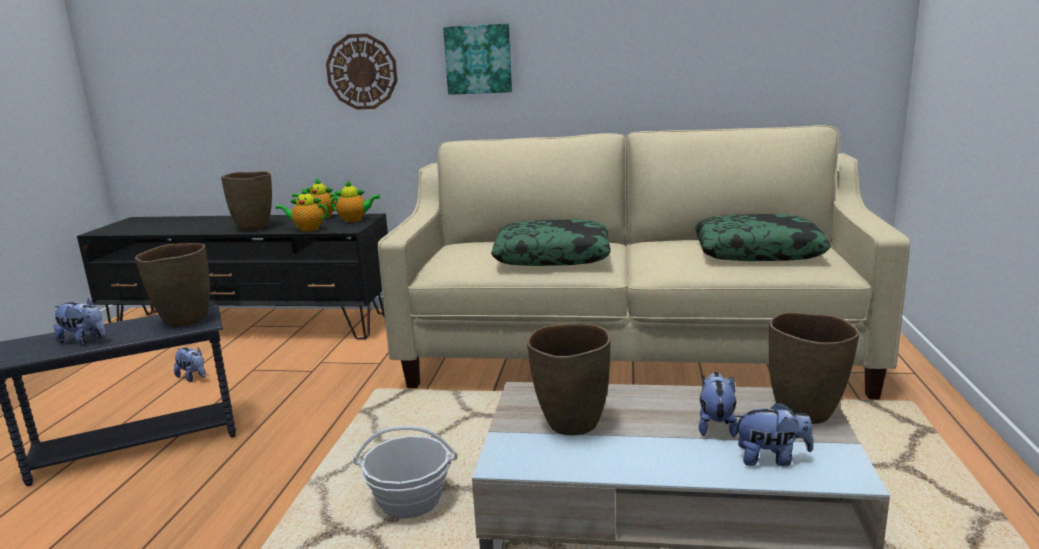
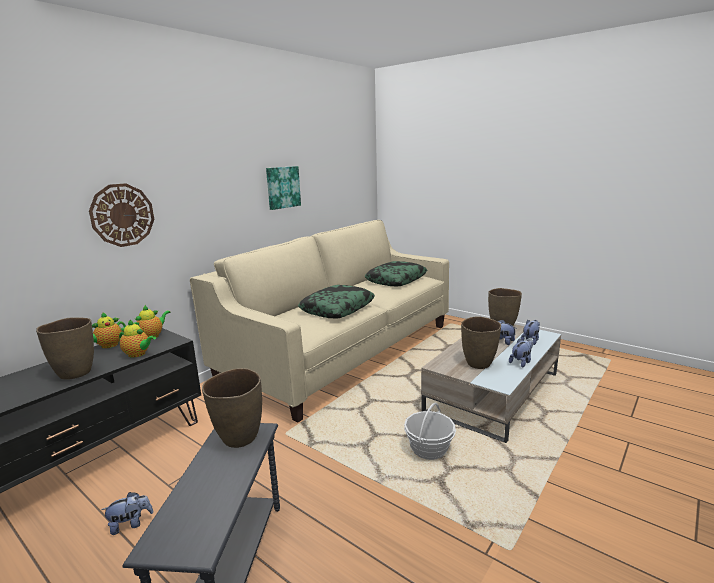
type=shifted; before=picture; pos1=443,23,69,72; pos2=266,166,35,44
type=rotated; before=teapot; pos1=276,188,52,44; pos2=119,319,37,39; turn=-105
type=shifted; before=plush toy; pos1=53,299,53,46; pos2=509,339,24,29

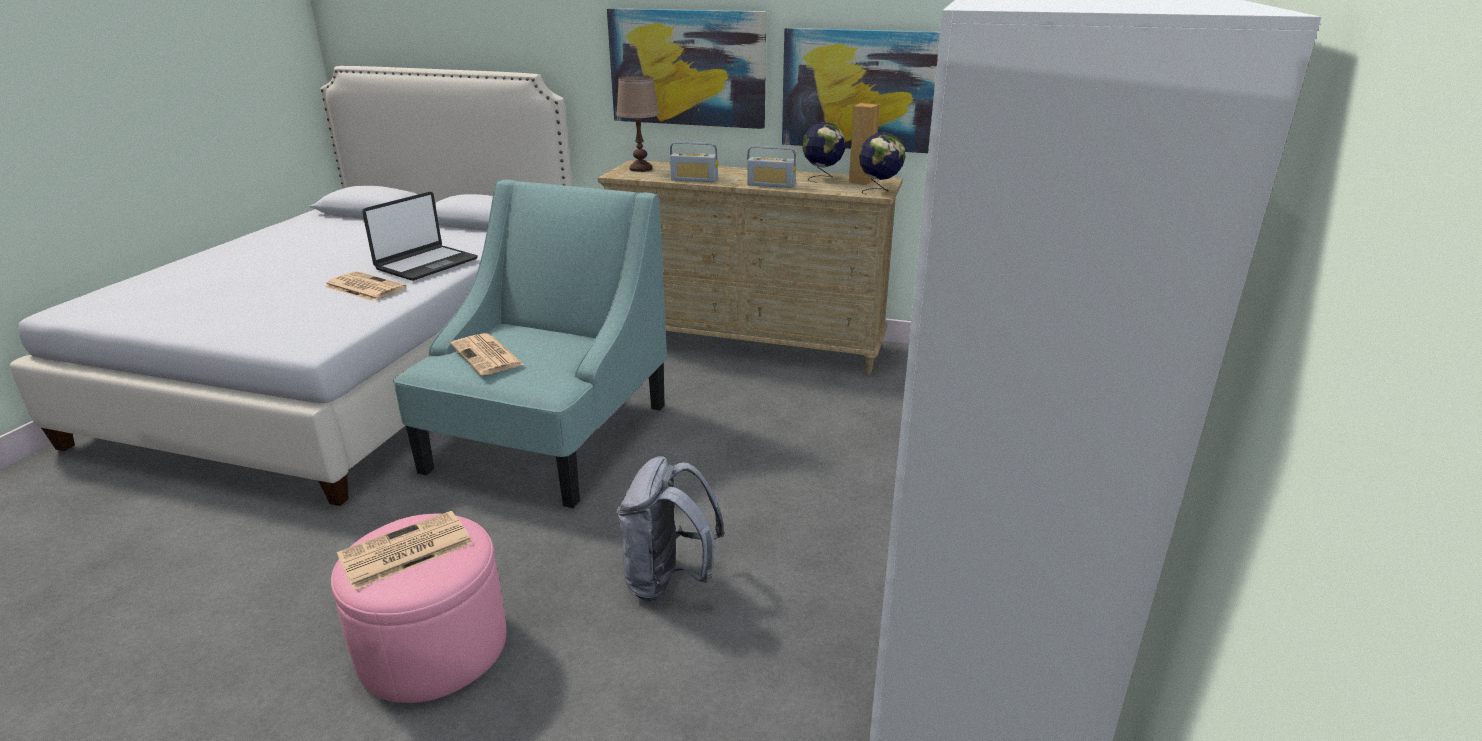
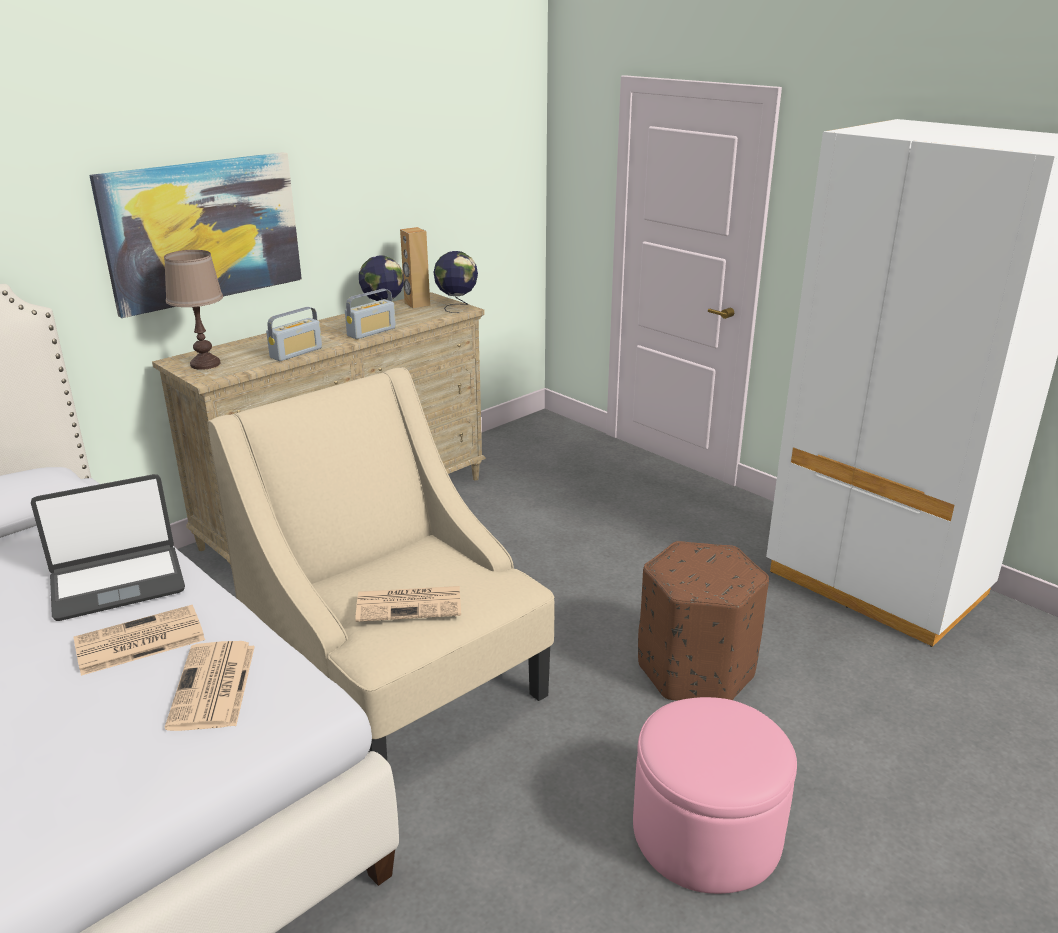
type=gone; before=picture; pos1=782,28,158,125
type=repainted; before=armchair/turquoise; after=armchair/beige; pos1=393,180,274,328; pos2=208,367,347,393
type=rotated; before=laptop; pos1=362,192,116,89; pos2=31,474,154,147; turn=90
type=swapped; before=backpack/grey; after=ottoman/brown; pos1=617,456,108,145; pos2=638,541,131,160
type=shifted; before=newspaper; pos1=337,511,136,79; pos2=165,641,90,90

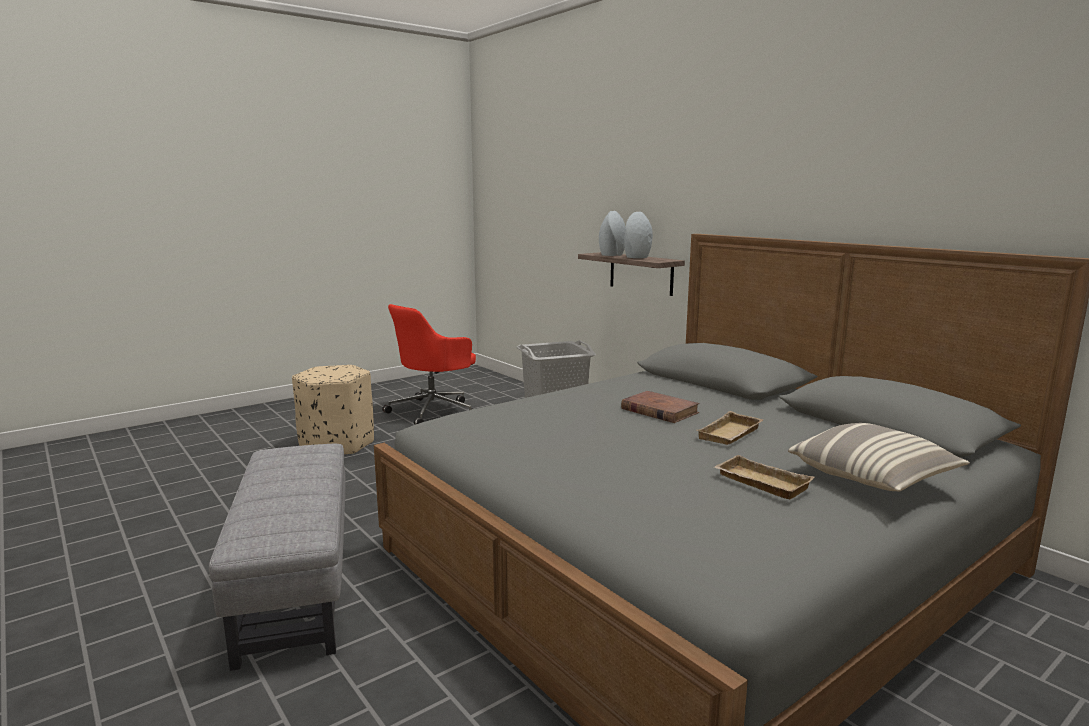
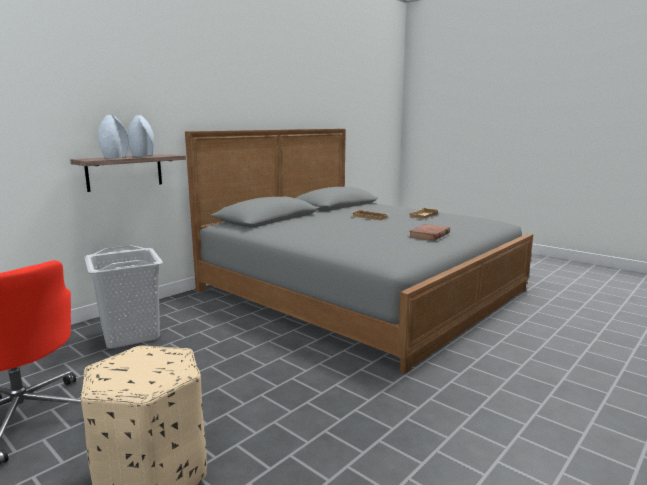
type=shifted; before=book/brown; pos1=621,391,79,32; pos2=408,224,42,17
type=gone; before=pillow; pos1=788,423,182,69
type=gone; before=ottoman/grey; pos1=209,443,137,228

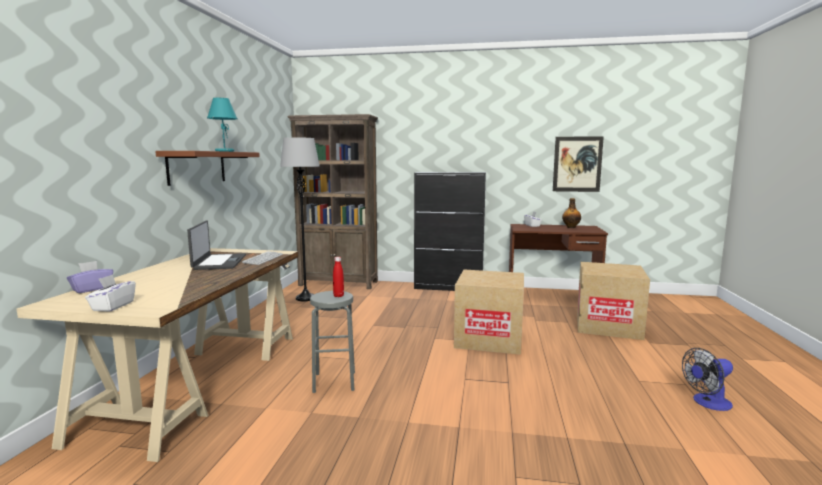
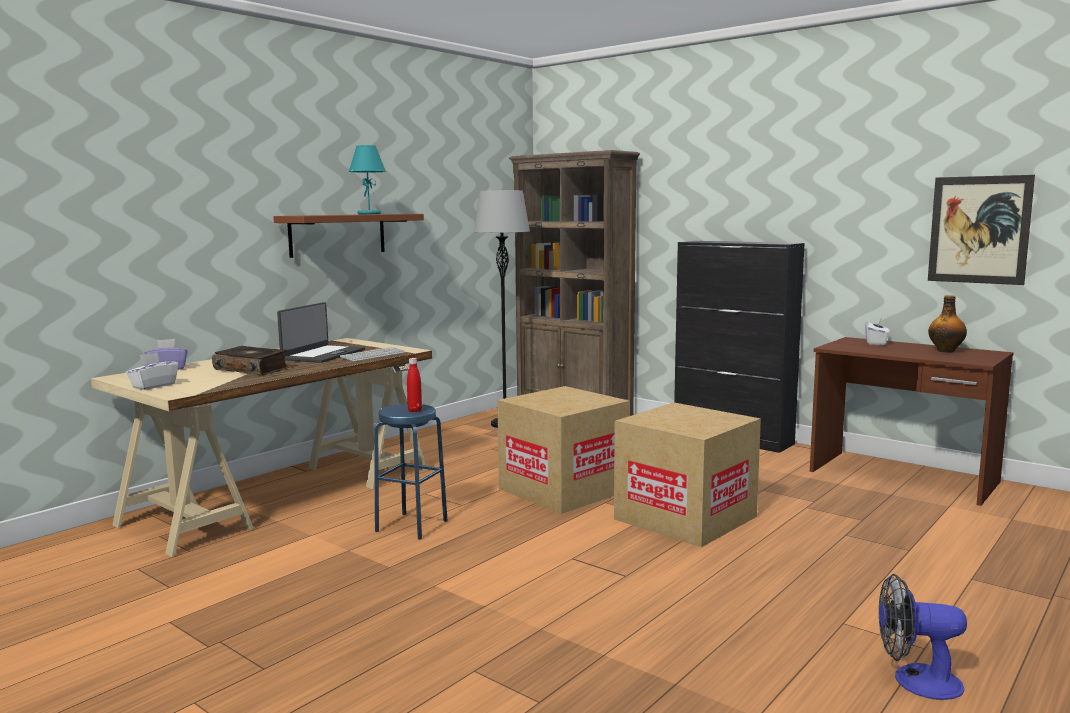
type=shifted; before=cardboard box; pos1=577,262,73,78; pos2=497,386,133,128
type=repainted; before=stool/grey; after=stool/blue; pos1=310,291,45,102; pos2=374,404,74,136
type=new; after=book; pos2=212,346,77,30

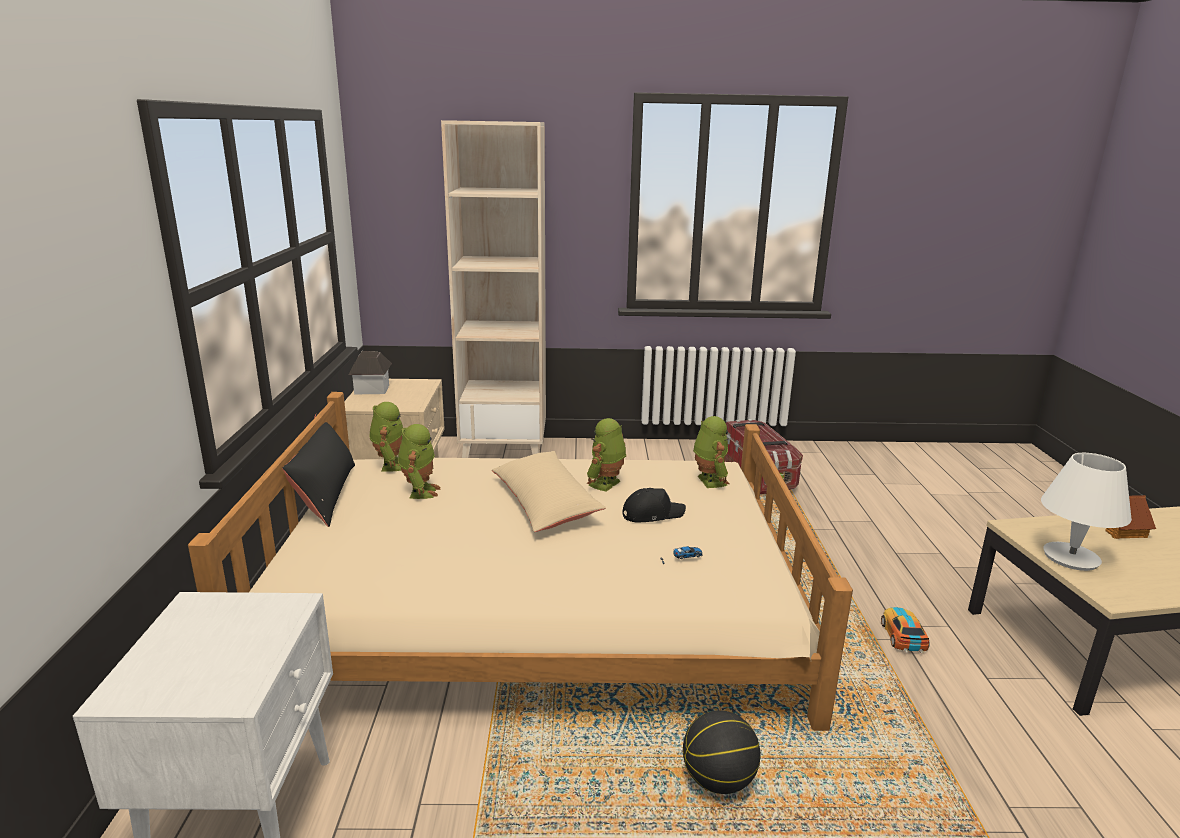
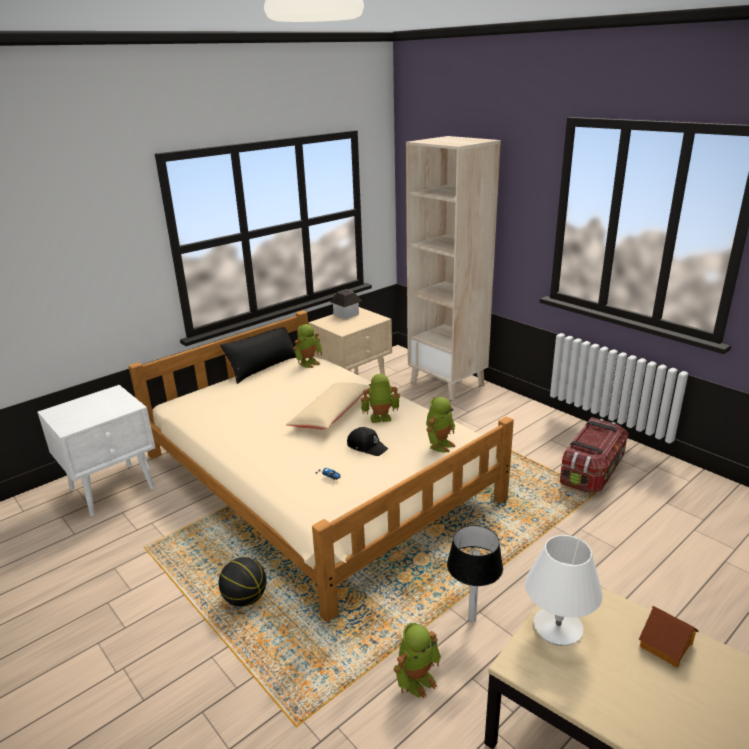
type=shifted; before=toy robot; pos1=398,424,43,75; pos2=394,623,47,75
type=swapped; before=toy car; after=table lamp; pos1=881,607,49,46; pos2=447,525,56,97

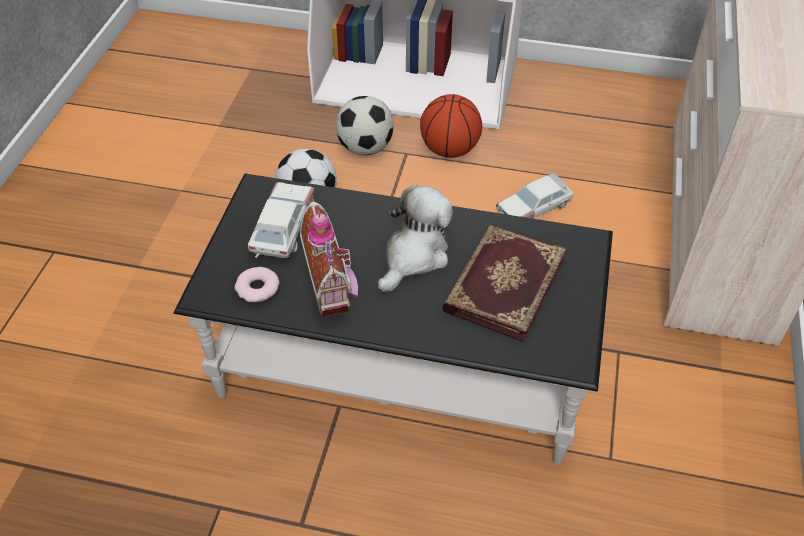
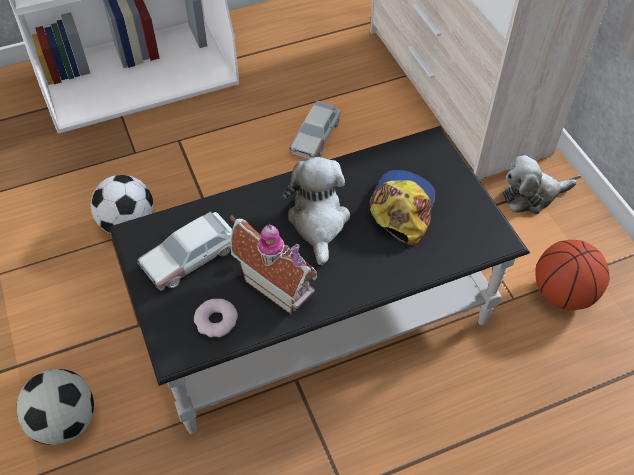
type=shifted; before=basketball; pos1=420,94,62,64; pos2=535,240,75,70
type=shifted; before=football; pos1=336,96,58,59; pos2=17,369,77,76
type=rotated; before=toy car; pos1=248,182,67,76; pos2=137,211,95,79; turn=-105
type=swapped; before=book; after=cap; pos1=442,224,125,118; pos2=369,170,67,75
type=new; after=plush toy; pos2=503,155,74,59

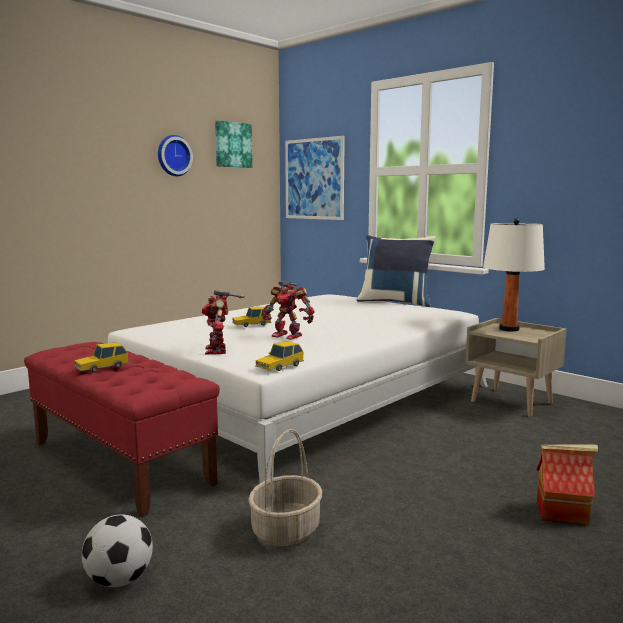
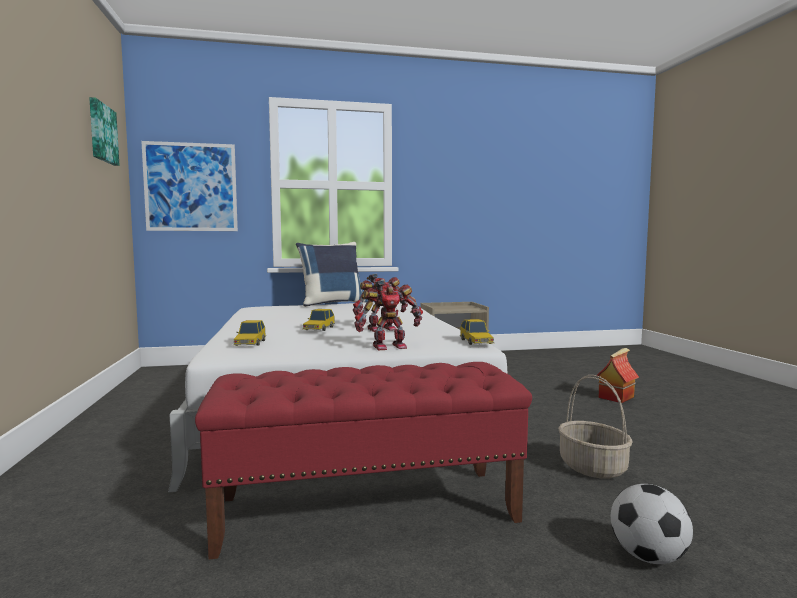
type=gone; before=wall clock; pos1=158,135,35,41
type=gone; before=table lamp/white; pos1=483,218,62,114
type=rotated; before=toy robot; pos1=202,290,42,64; pos2=355,280,68,70; turn=-45
type=shifted; before=toy car; pos1=74,342,55,30; pos2=233,320,33,26

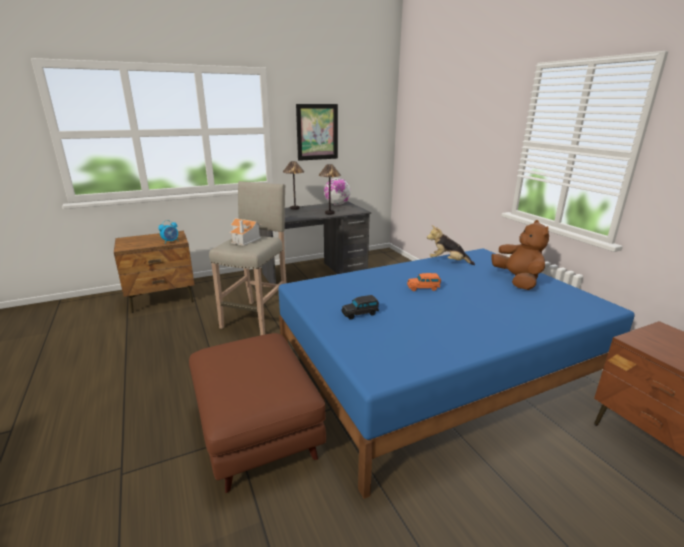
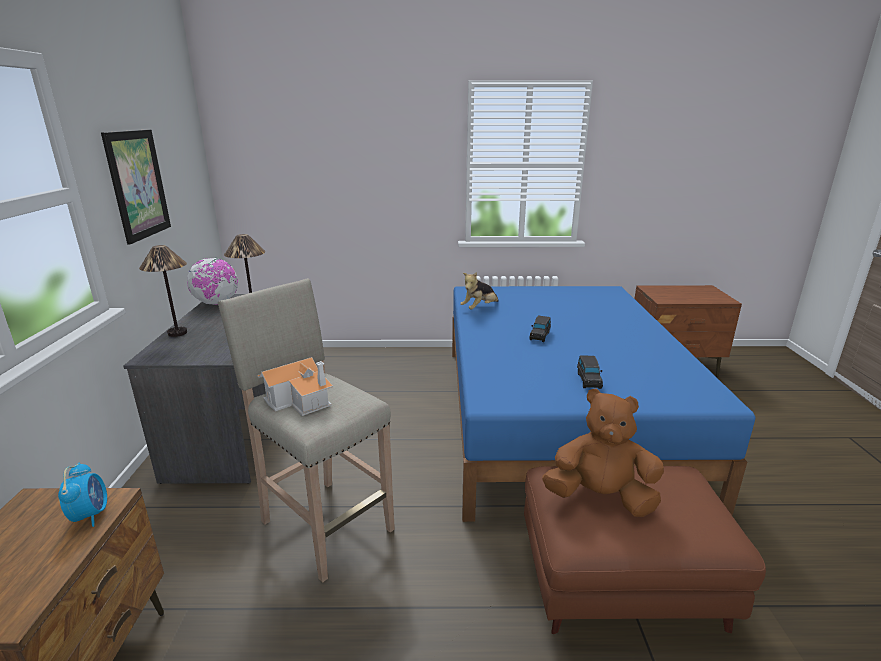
type=shifted; before=plush toy/brown; pos1=491,220,58,70; pos2=542,388,122,129
type=repainted; before=toy car/orange; after=toy car/black; pos1=407,273,34,18; pos2=529,316,22,26

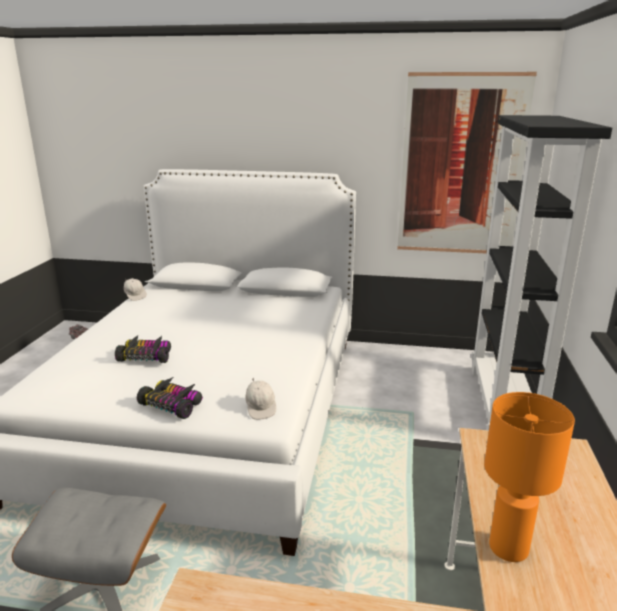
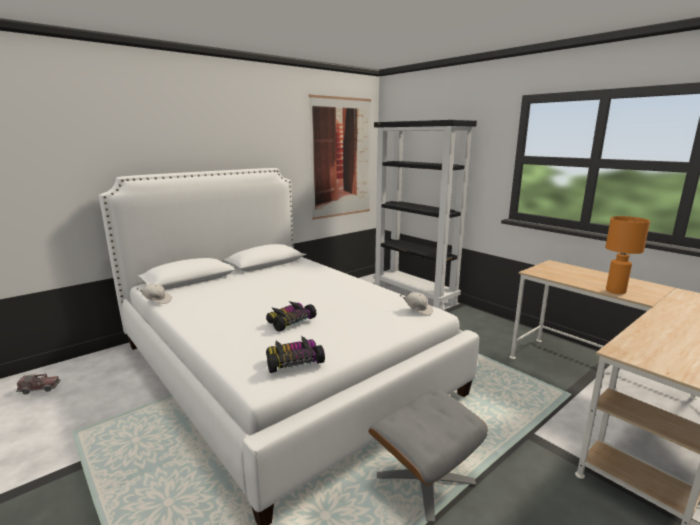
type=shifted; before=toy car; pos1=137,377,66,42; pos2=266,336,59,37

